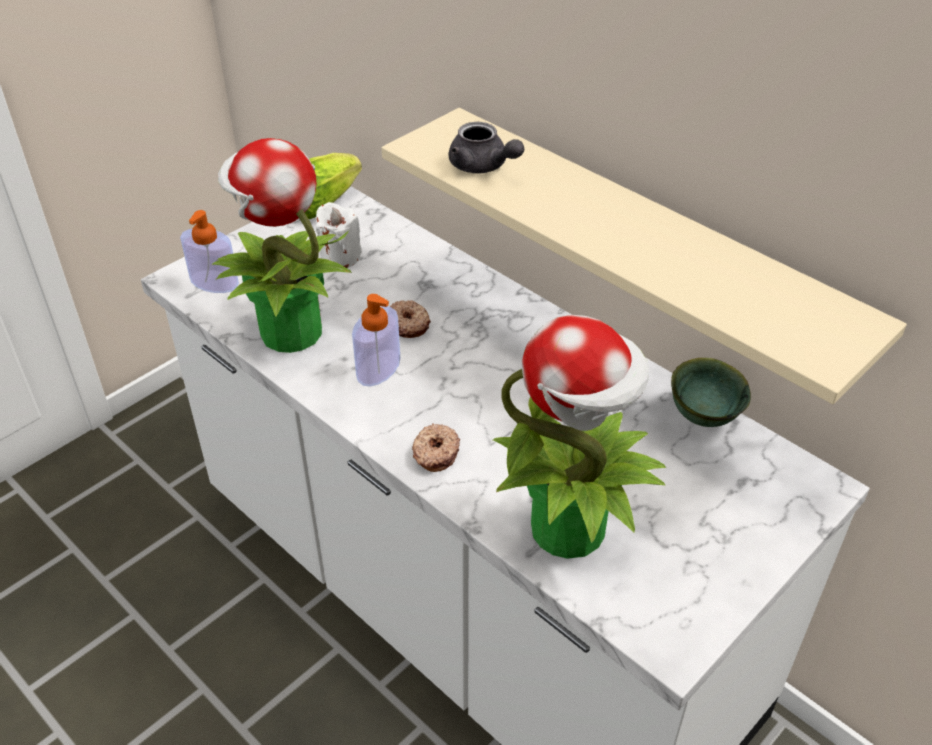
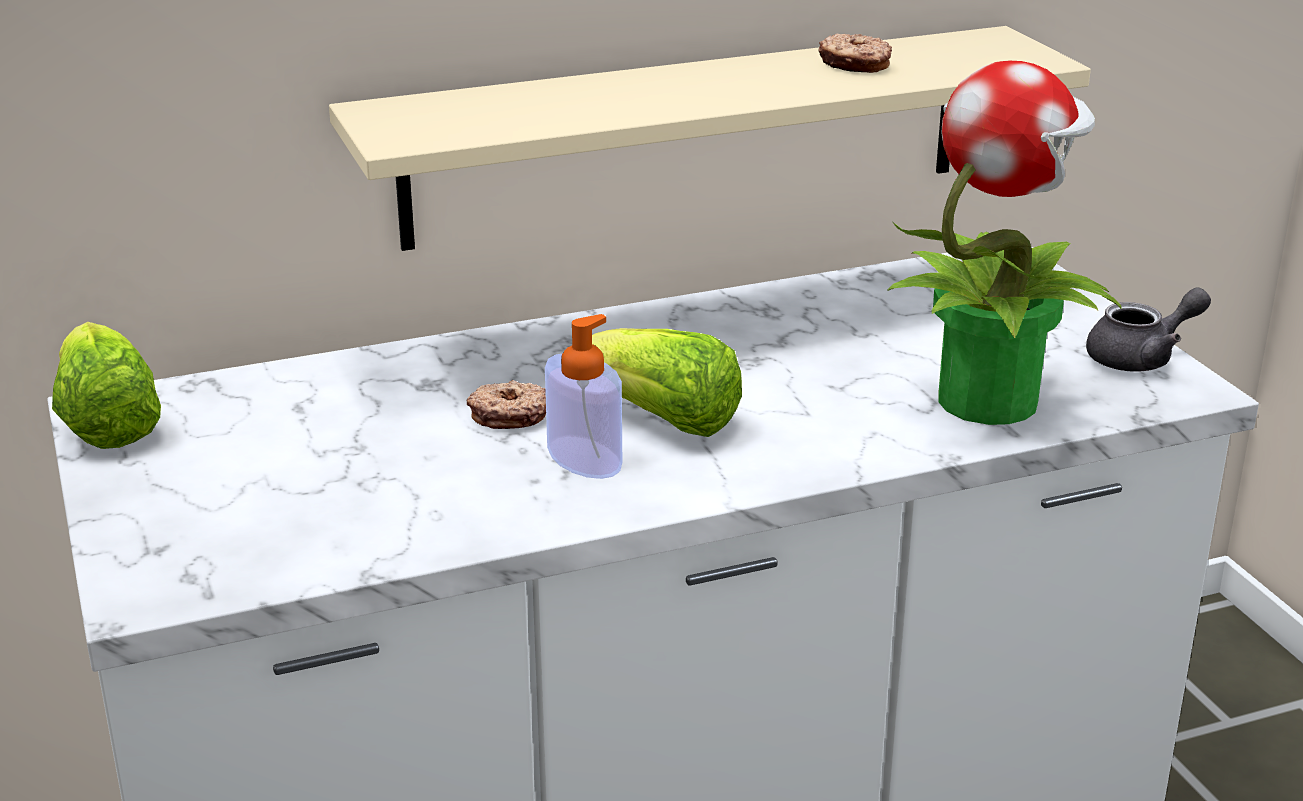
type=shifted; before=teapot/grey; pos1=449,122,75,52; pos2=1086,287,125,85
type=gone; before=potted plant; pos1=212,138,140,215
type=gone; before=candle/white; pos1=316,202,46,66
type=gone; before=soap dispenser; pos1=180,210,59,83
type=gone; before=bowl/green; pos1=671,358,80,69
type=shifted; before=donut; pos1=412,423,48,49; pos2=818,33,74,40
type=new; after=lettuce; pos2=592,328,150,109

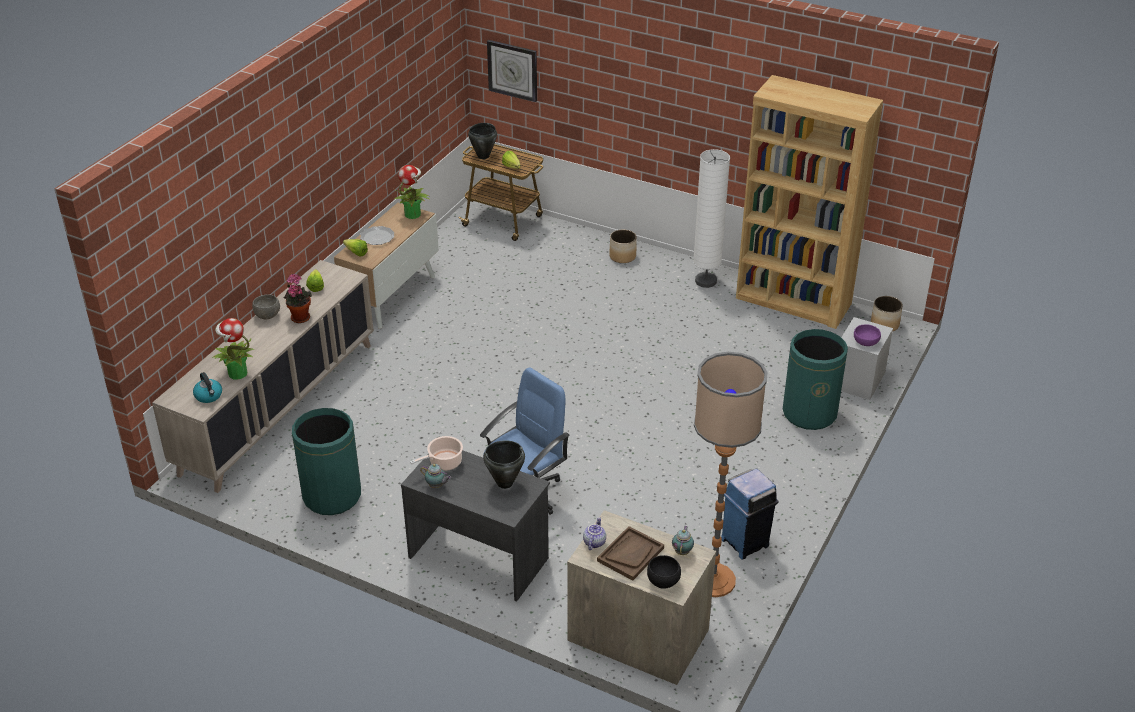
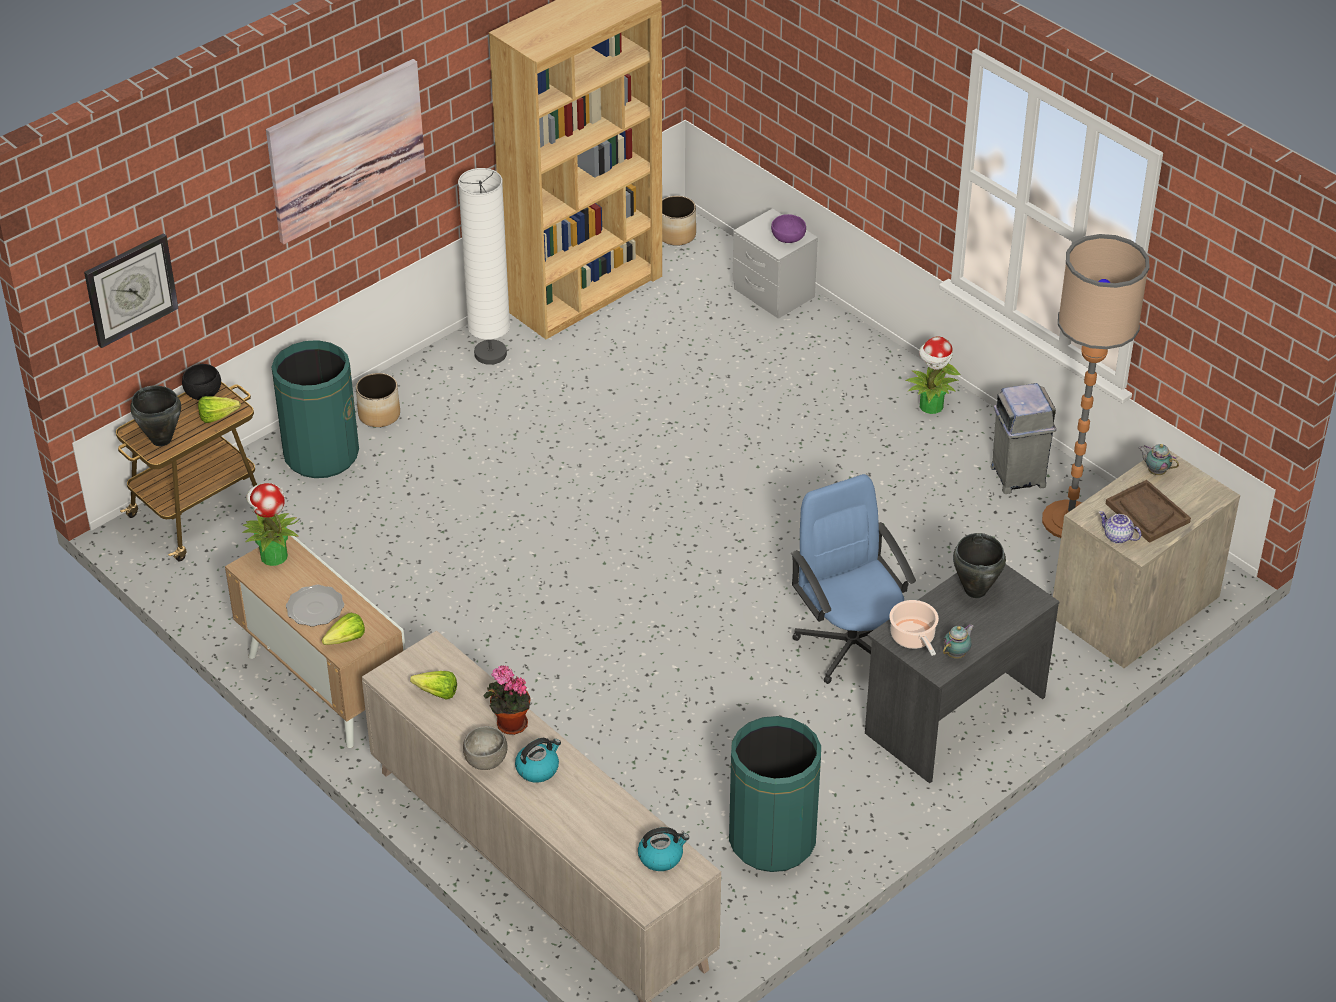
type=shifted; before=potted plant; pos1=212,318,43,62; pos2=906,336,55,78
type=shifted; before=trash can/green; pos1=783,329,65,101; pos2=272,340,87,138
type=repainted; before=trash can/blue; after=trash can/grey; pos1=721,469,57,90; pos2=991,383,65,111
type=shifted; before=bowl/black; pos1=647,555,34,34; pos2=182,364,39,36
type=new; after=picture; pos2=266,59,160,185
type=new; after=kettle; pos2=515,738,46,45

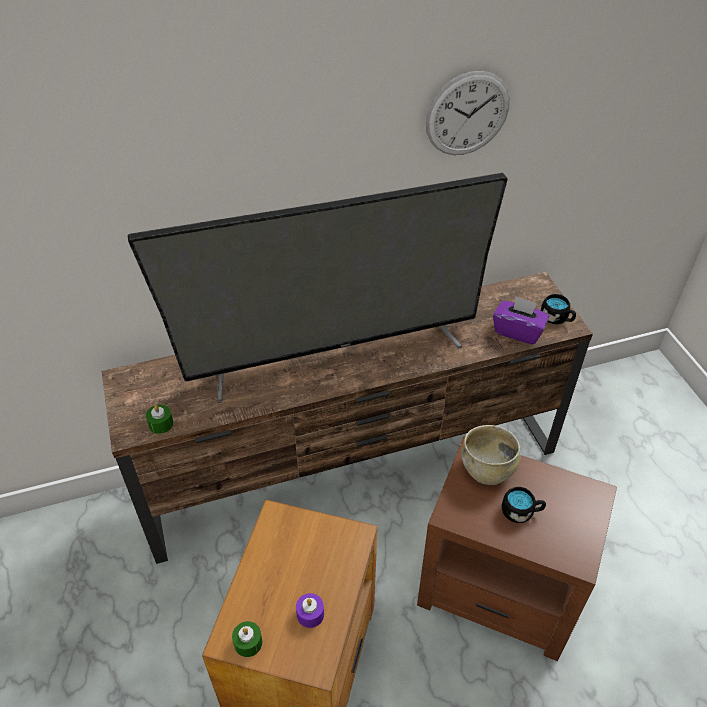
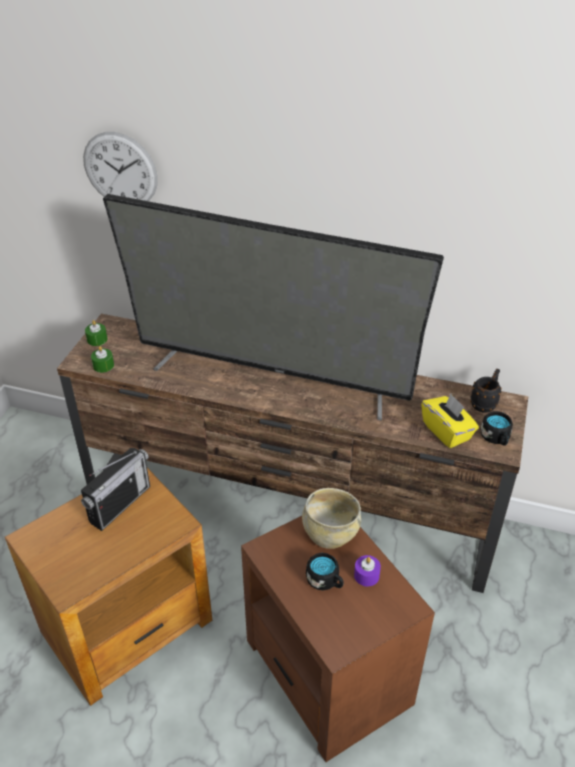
type=shifted; before=wall clock; pos1=426,71,84,84; pos2=83,132,75,69
type=repainted; before=tissue box/purple; after=tissue box/yellow; pos1=493,296,56,48; pos2=421,393,58,55
type=shifted; before=candle/purple; pos1=296,593,28,35; pos2=354,555,27,32
type=shifted; before=candle/green; pos1=232,621,30,36; pos2=85,320,22,26
type=new; after=mug/black; pos2=470,369,32,44
type=new; after=radio; pos2=81,448,69,83

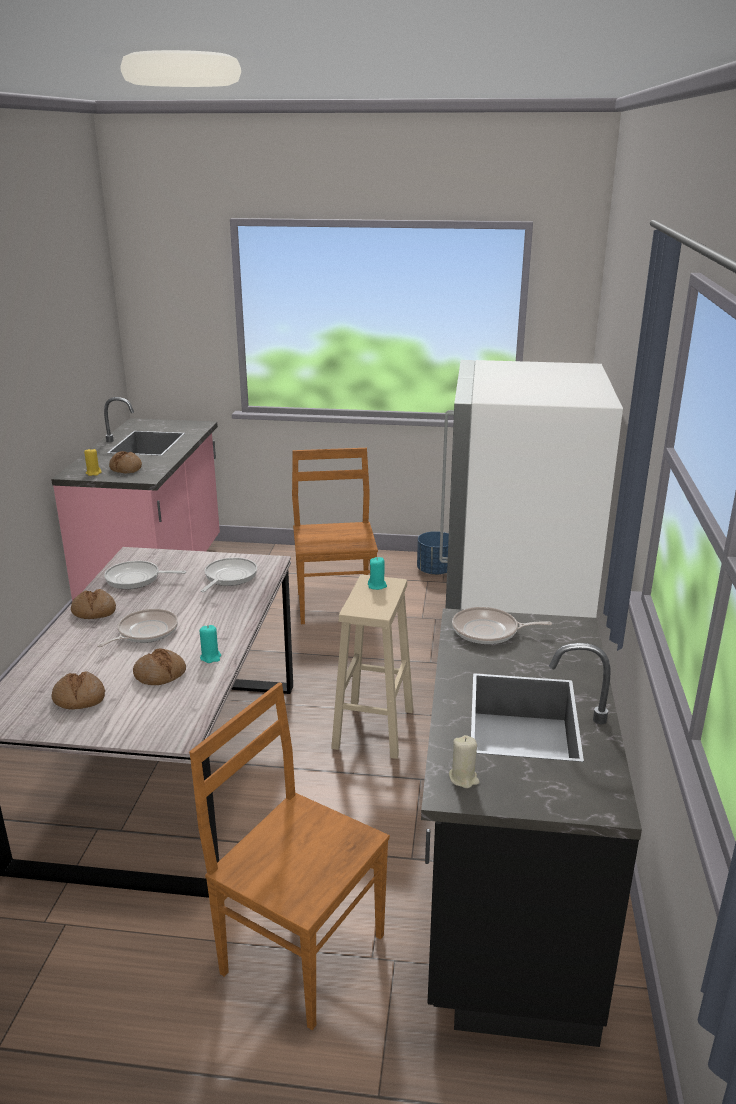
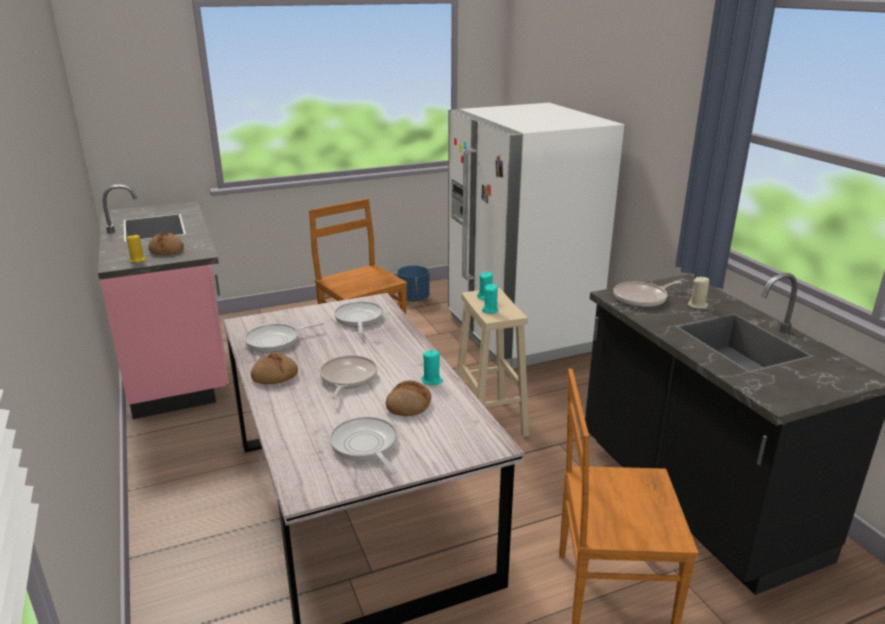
type=swapped; before=bread; after=frying pan; pos1=52,671,53,38; pos2=330,417,67,57
type=shifted; before=candle/beige; pos1=449,735,31,53; pos2=688,276,22,33
type=new; after=candle/turquoise; pos2=482,284,17,30

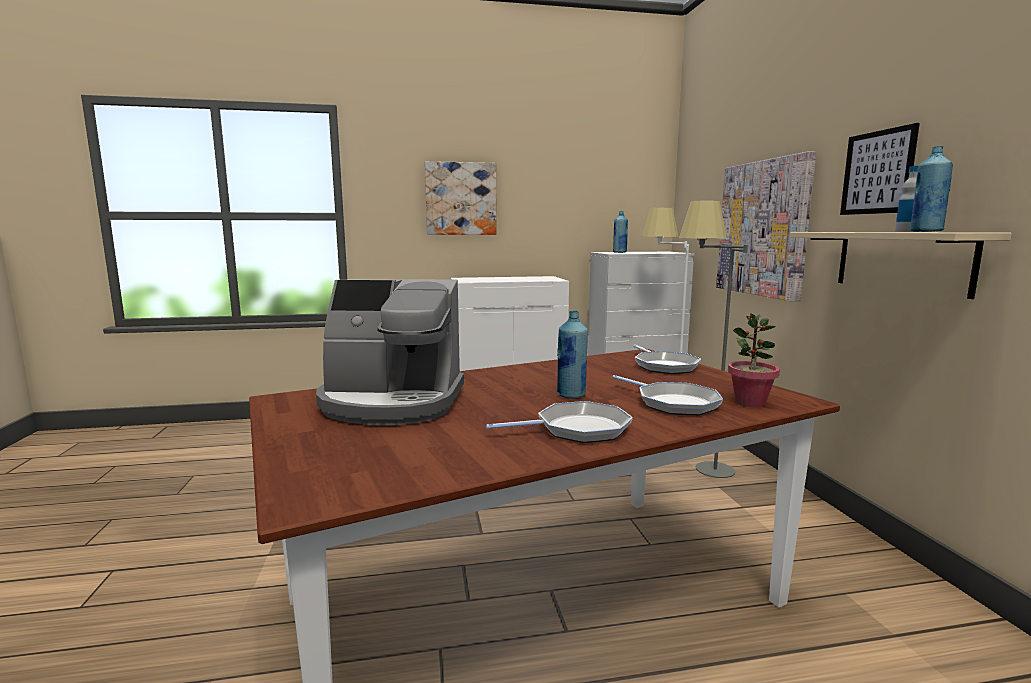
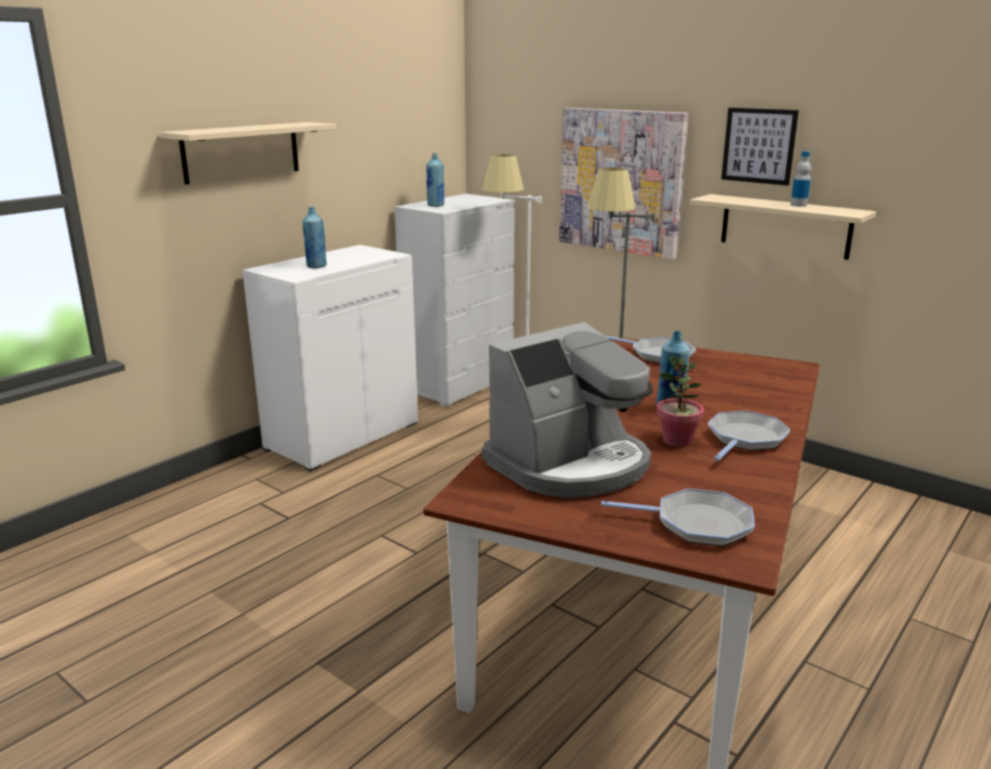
type=shifted; before=bottle/blue; pos1=910,146,43,86; pos2=302,207,25,61
type=swapped; before=picture; after=shelf/beige; pos1=425,161,72,74; pos2=160,122,176,62
type=shifted; before=potted plant; pos1=728,313,52,94; pos2=656,355,48,92
type=shifted; before=frying pan; pos1=612,375,111,40; pos2=601,489,154,57

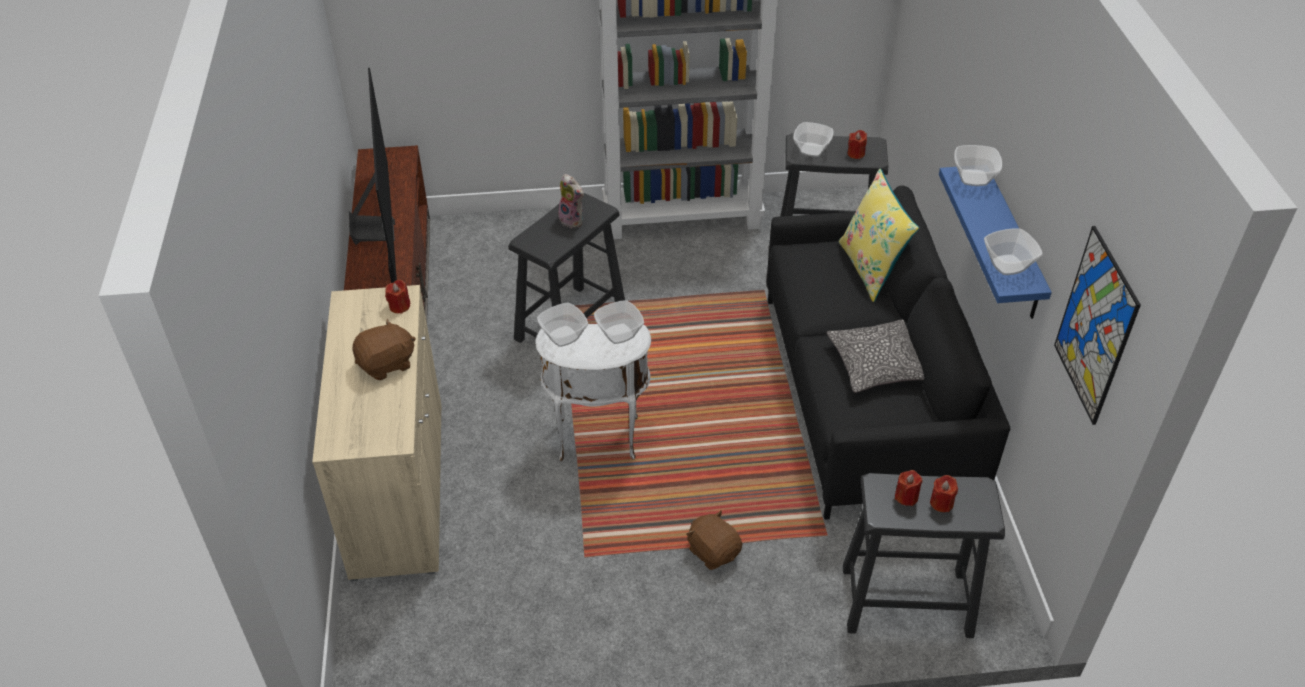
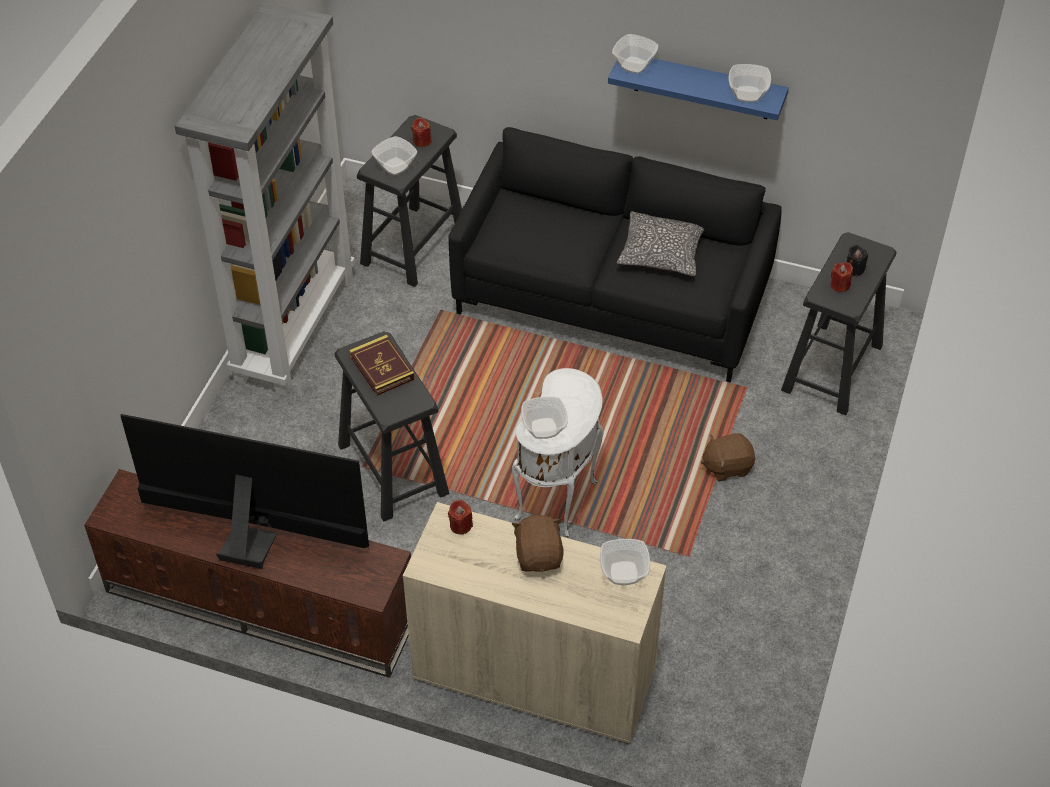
type=gone; before=pillow/yellow; pos1=839,168,80,134
type=swapped; before=plush toy; after=book; pos1=558,174,26,54; pos2=349,334,66,62
type=gone; before=picture; pos1=1054,226,87,199
type=shifted; before=bowl; pos1=594,300,50,44; pos2=600,539,50,46
type=repainted; before=candle/red; after=candle/black; pos1=930,475,28,37; pos2=847,245,21,31

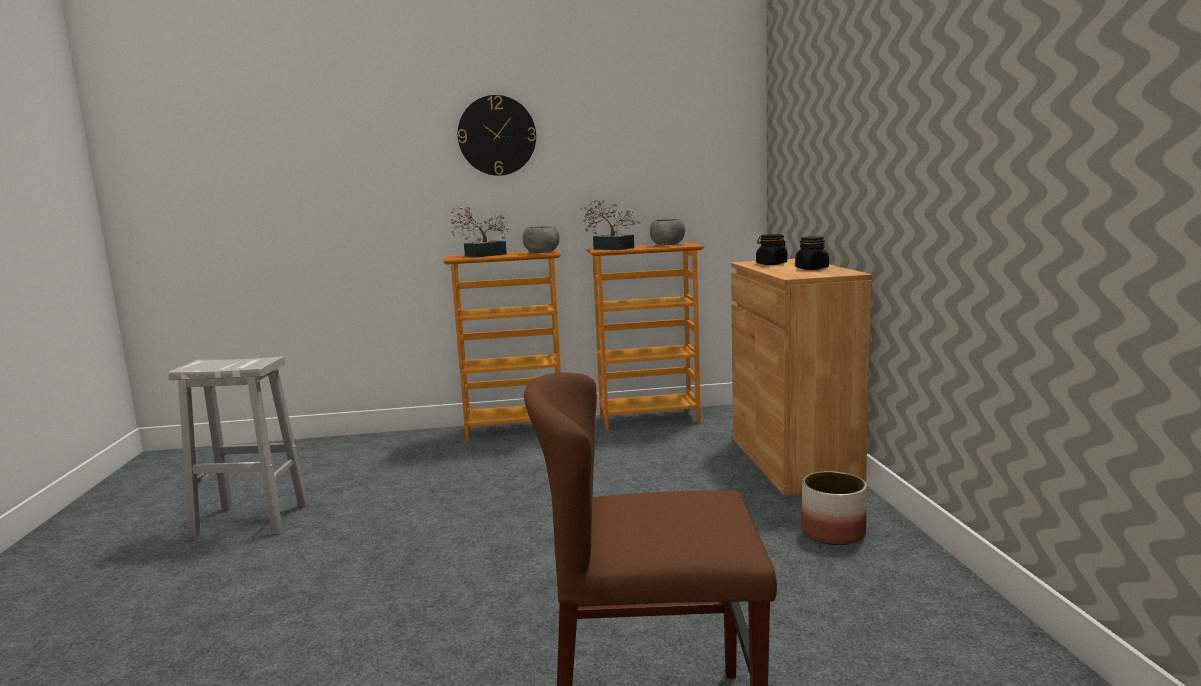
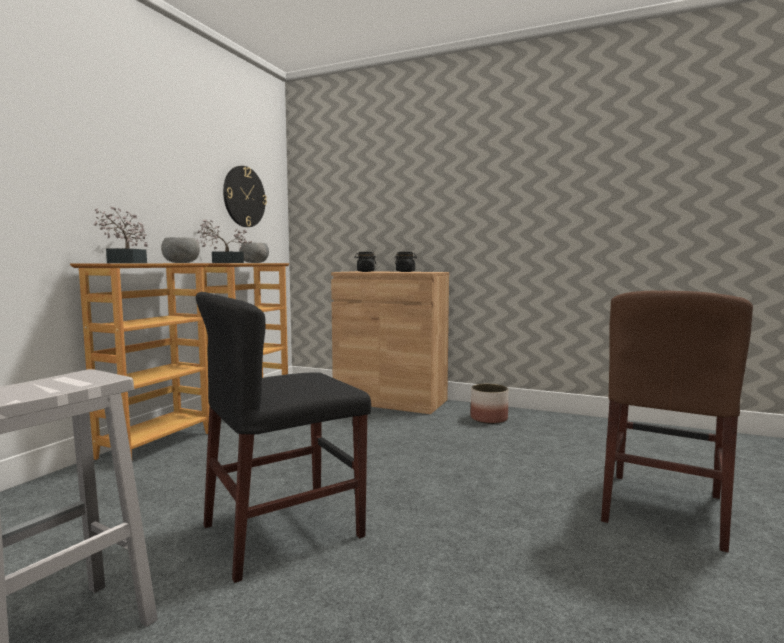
type=shifted; before=wall clock; pos1=458,95,78,81; pos2=223,166,44,61
type=new; after=chair/black; pos2=196,292,175,291

